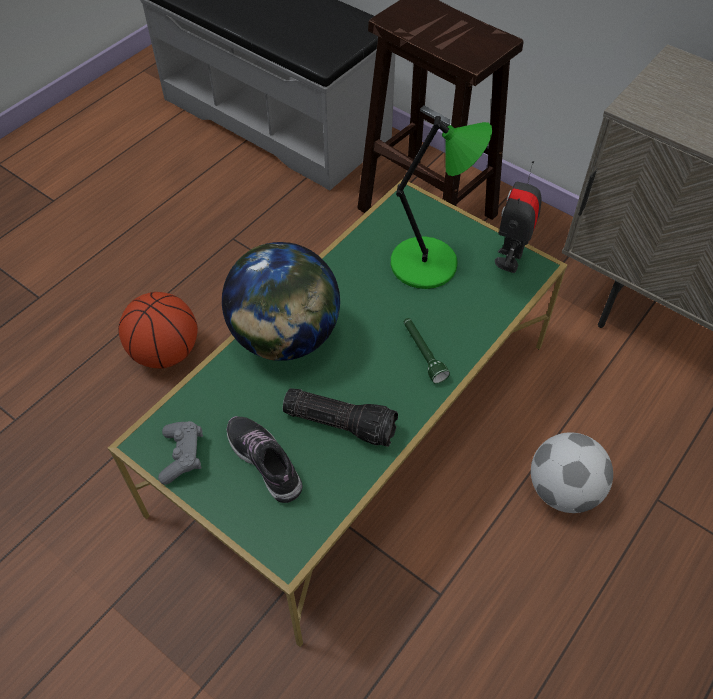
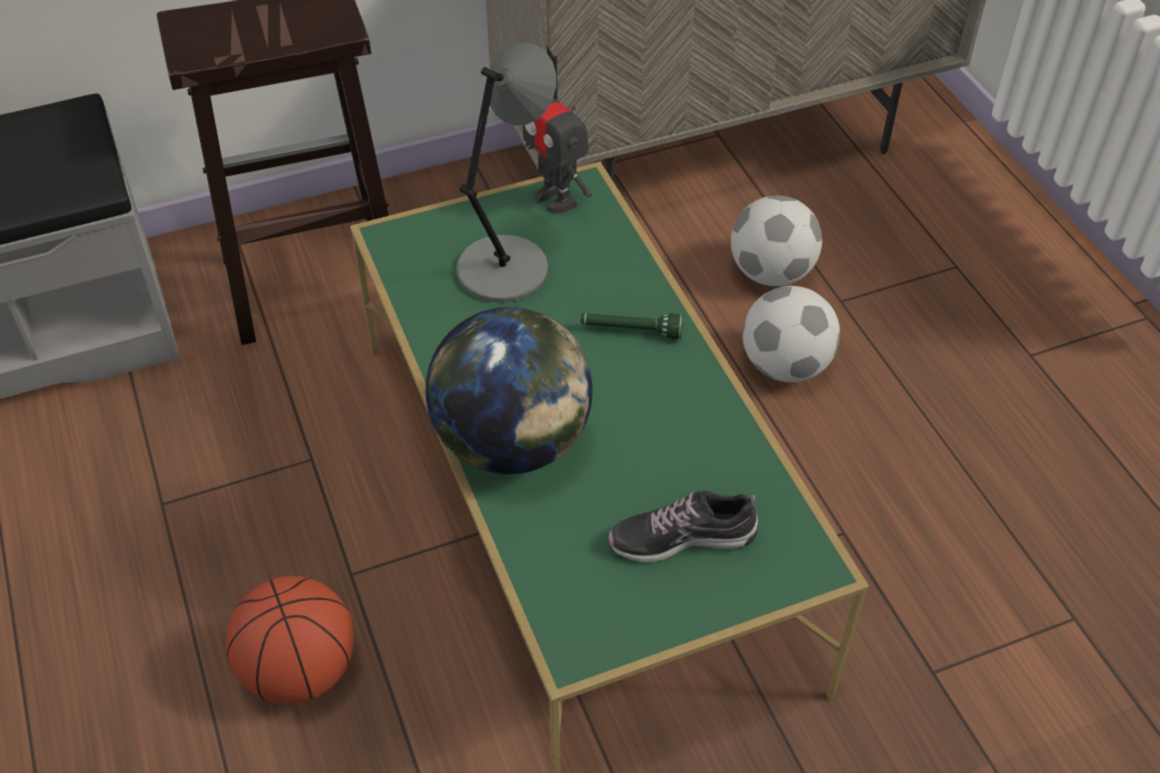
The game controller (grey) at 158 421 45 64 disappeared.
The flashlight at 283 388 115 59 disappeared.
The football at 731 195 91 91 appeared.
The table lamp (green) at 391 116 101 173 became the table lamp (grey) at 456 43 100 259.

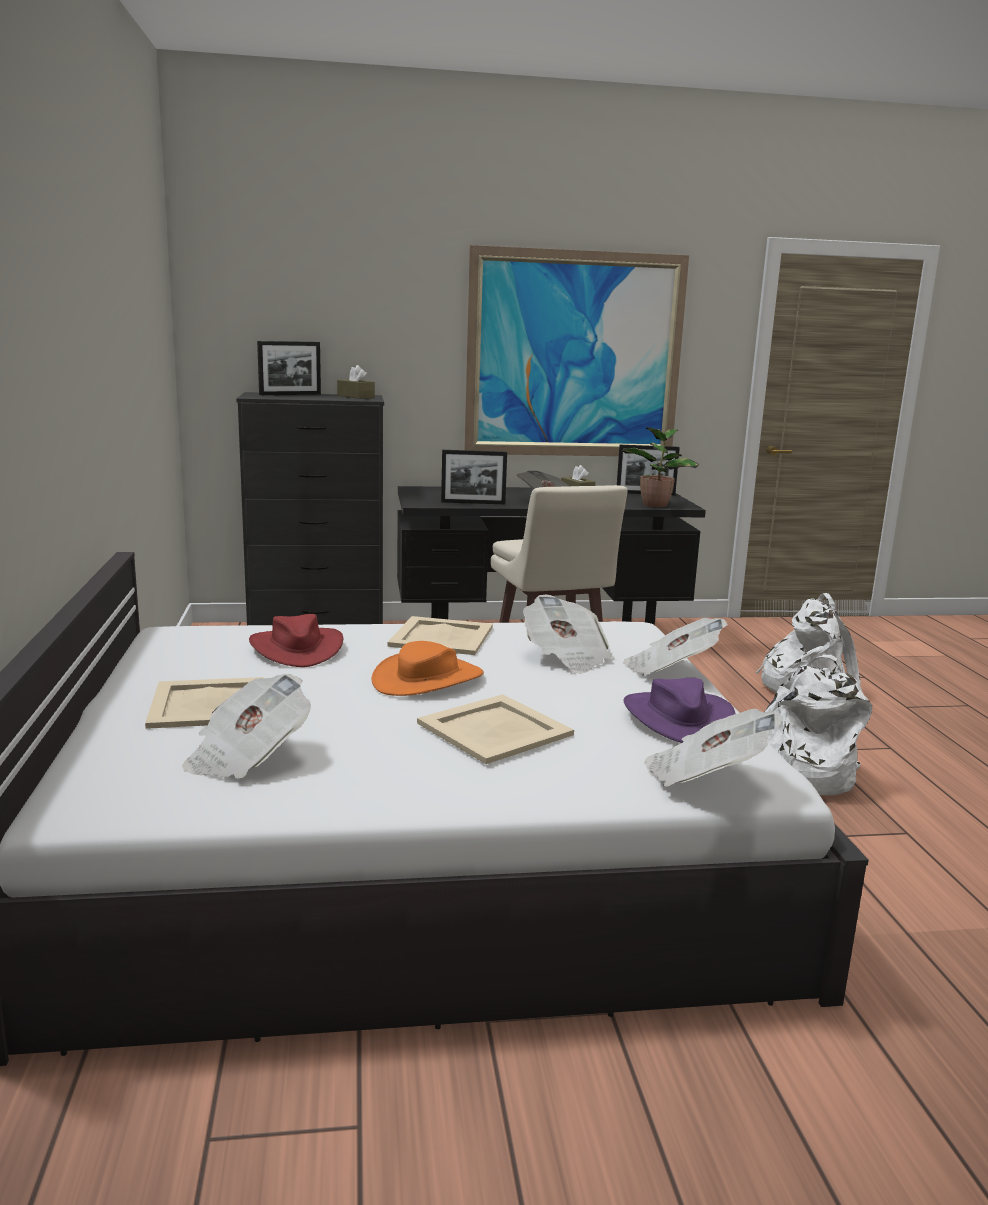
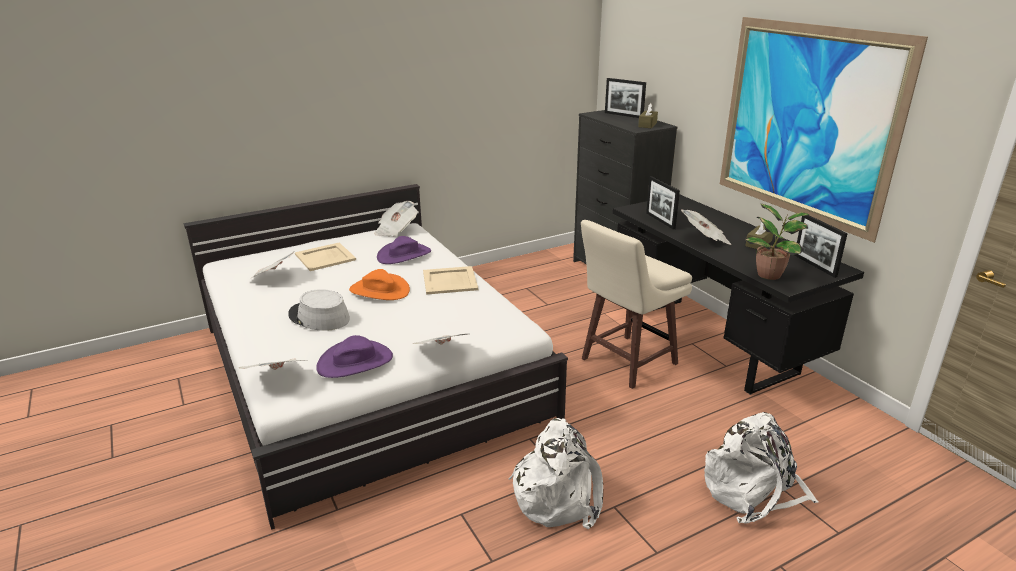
The newspaper moved from 523 595 89 79 to 374 201 43 35.
The tray (beige) at 417 694 157 70 was replaced by the hat (grey) at 288 289 62 42.
The hat (red) at 249 614 94 53 became the hat (purple) at 377 236 54 28.

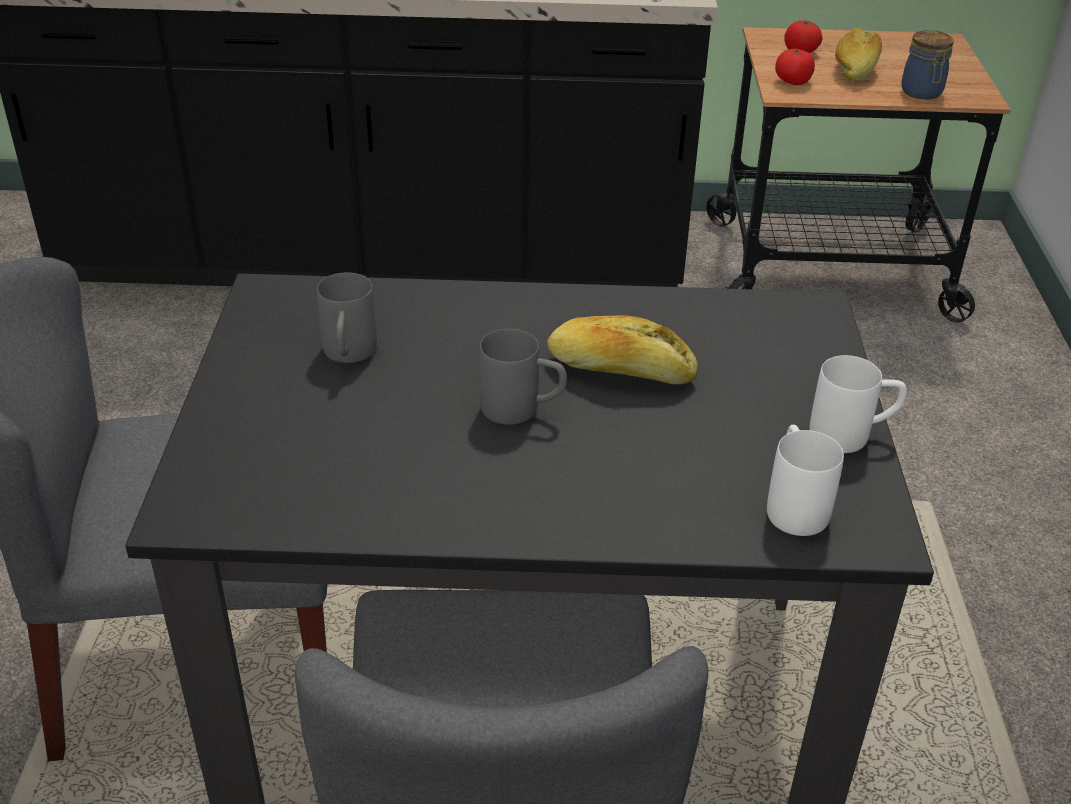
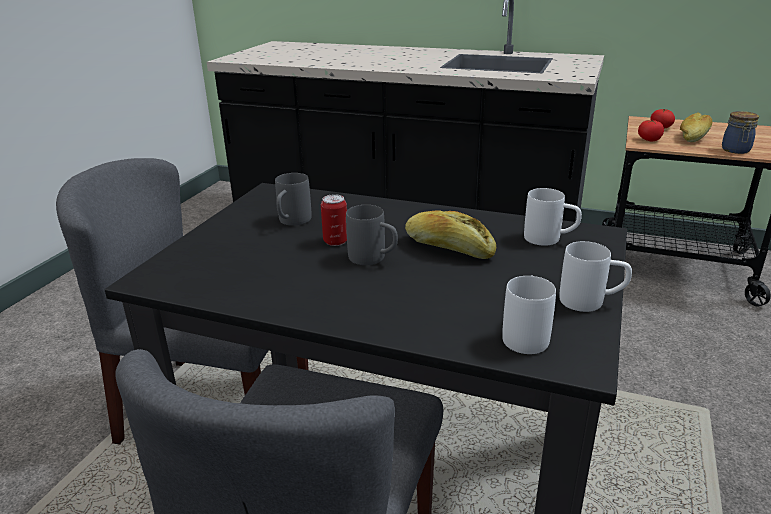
The can at 321 194 26 52 appeared.
The mug (white) at 524 188 58 58 appeared.

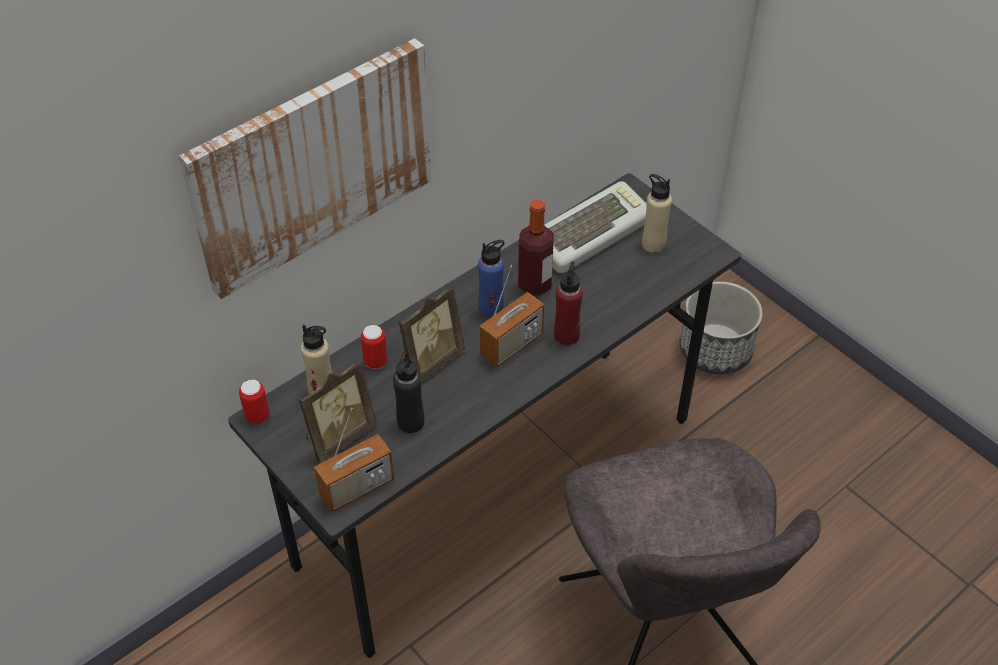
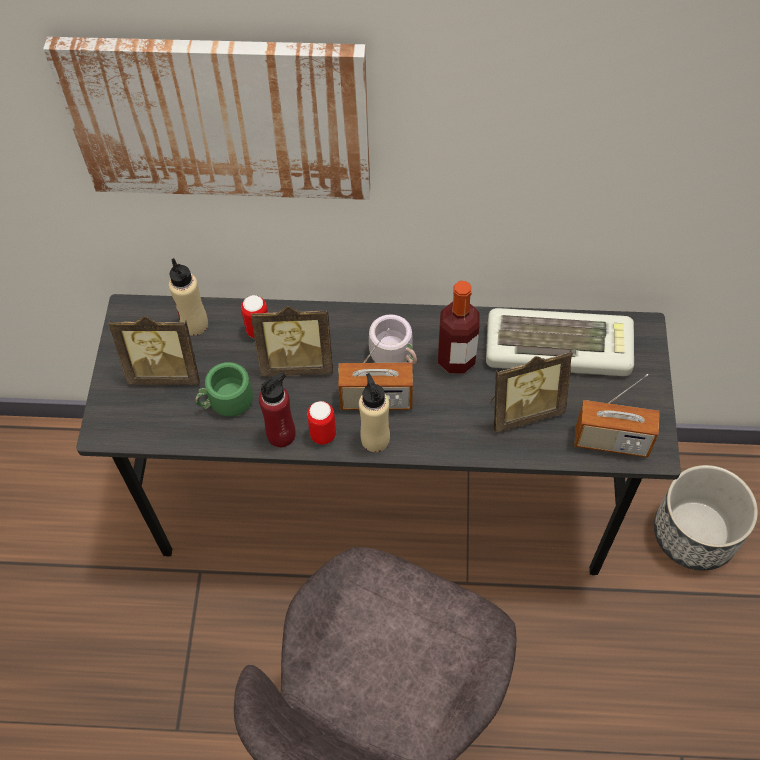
The picture frame at 491 350 82 83 appeared.
The can moved from 239 379 31 45 to 307 401 29 44.
The radio moved from 314 408 80 104 to 574 374 86 83.
The bottle (red) moved from 554 261 29 85 to 259 373 36 74.
The bottle (beige) moved from 642 174 30 79 to 359 373 31 79.
The bottle (black) at 393 352 31 81 was replaced by the mug (green) at 195 362 58 55.
The bottle (blue) at 478 240 27 78 was replaced by the mug (grey) at 369 314 48 50.

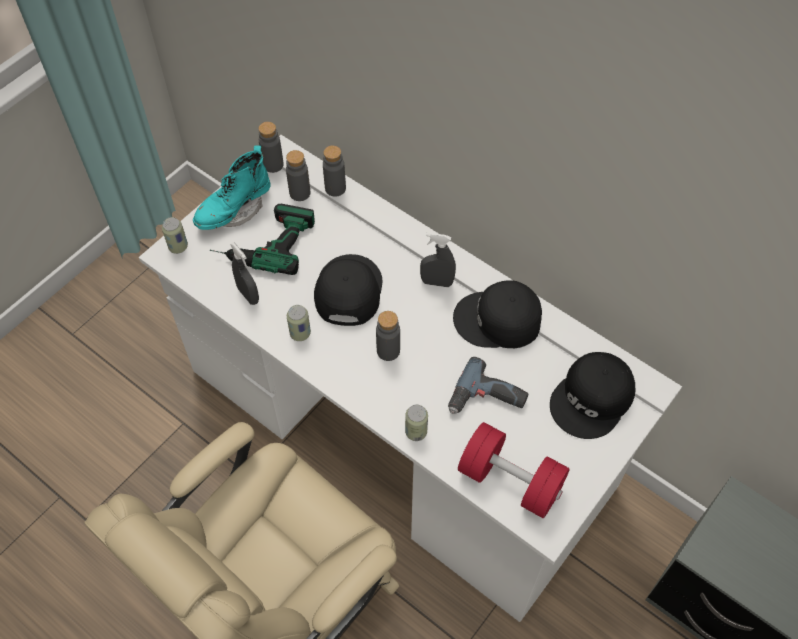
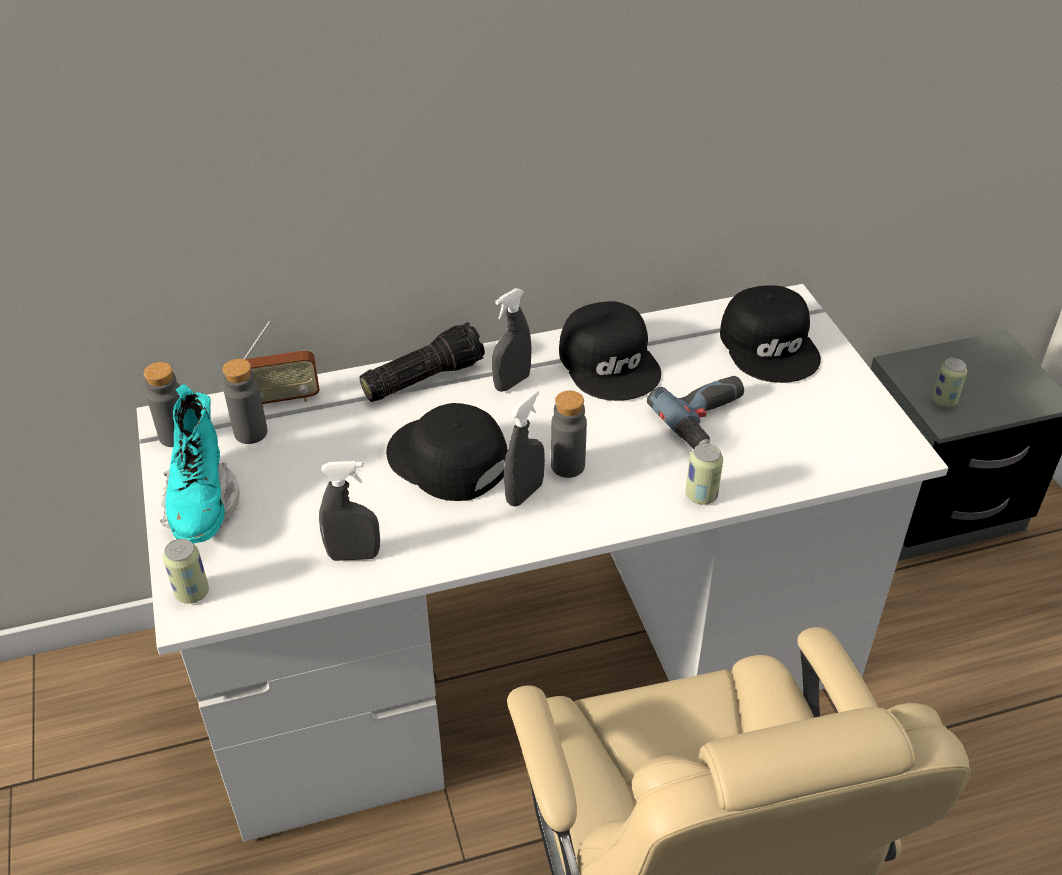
The power drill at 210 204 105 71 disappeared.
The dumbbell (red) at 458 422 112 96 disappeared.
The flashlight at 359 323 126 79 appeared.
The spray bottle (grey) at 504 390 41 117 appeared.
The can moved from 287 305 24 36 to 932 358 35 49.
The bottle (grey) at 323 145 23 52 was replaced by the radio at 244 321 76 83.
The cap (black) at 453 280 89 68 turned 60 degrees counterclockwise.

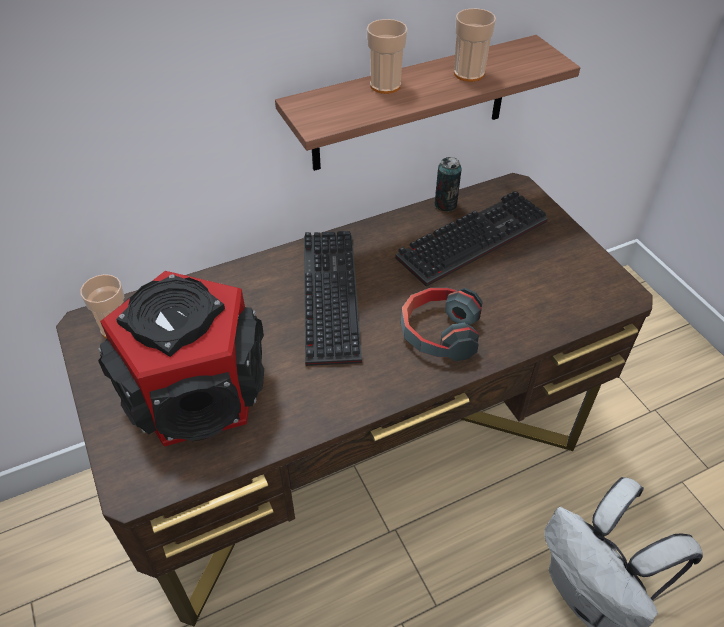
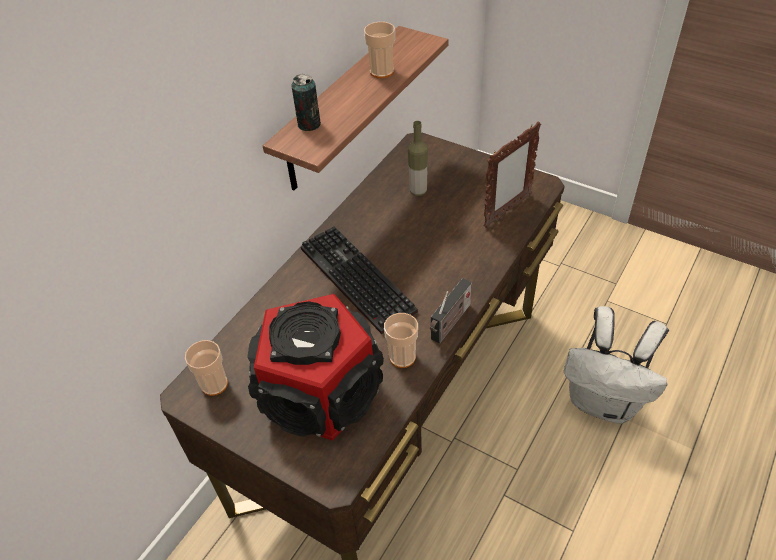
The headphones at 401 288 82 73 disappeared.
The radio at 430 278 42 65 appeared.
The picture frame at 484 121 57 107 appeared.
The cup moved from 367 19 41 75 to 384 313 34 55.
The can moved from 434 157 28 55 to 291 74 30 57.
The keyboard at 395 191 153 96 was replaced by the bottle at 408 121 20 75.

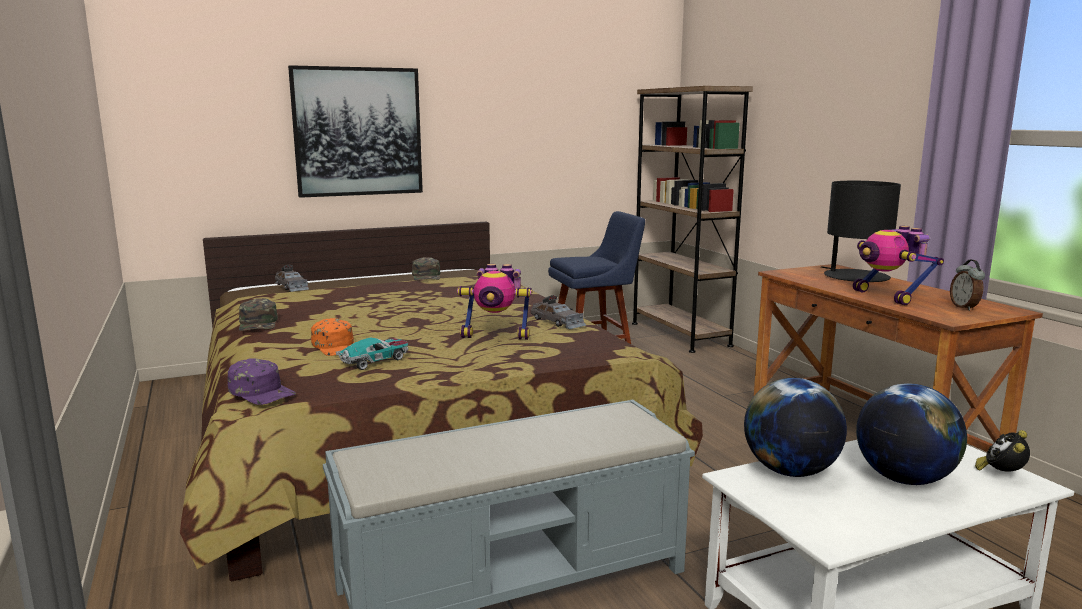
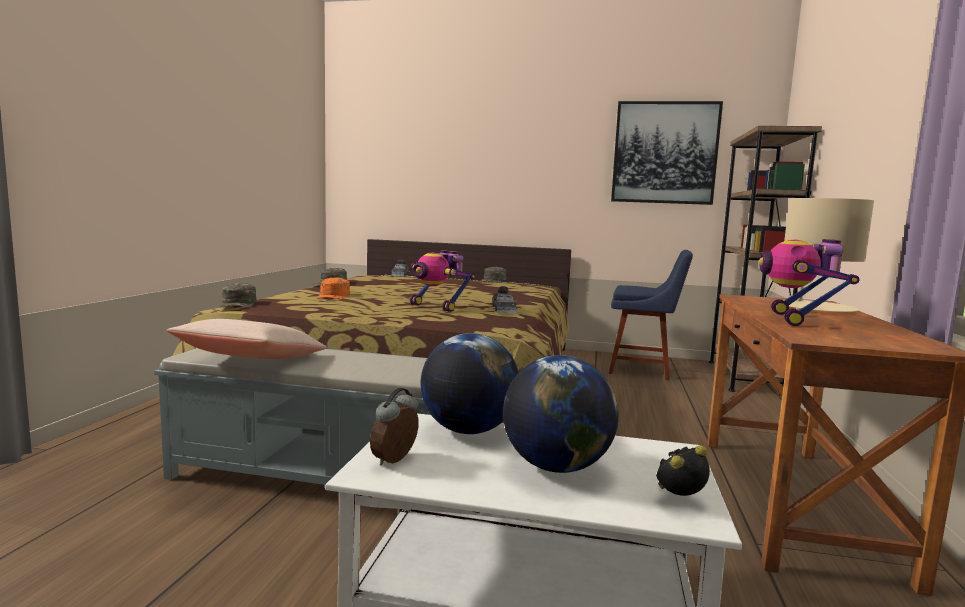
The toy car at 336 337 72 33 disappeared.
The pillow (beige) at 166 319 161 40 appeared.
The picture moved from 288 65 135 133 to 611 101 112 104.
The alarm clock moved from 950 260 35 51 to 370 388 49 78.
The cap (purple) at 228 358 68 47 became the cap (green) at 220 283 37 24.
The table lamp (black) at 821 181 80 101 became the table lamp (beige) at 784 198 90 115.

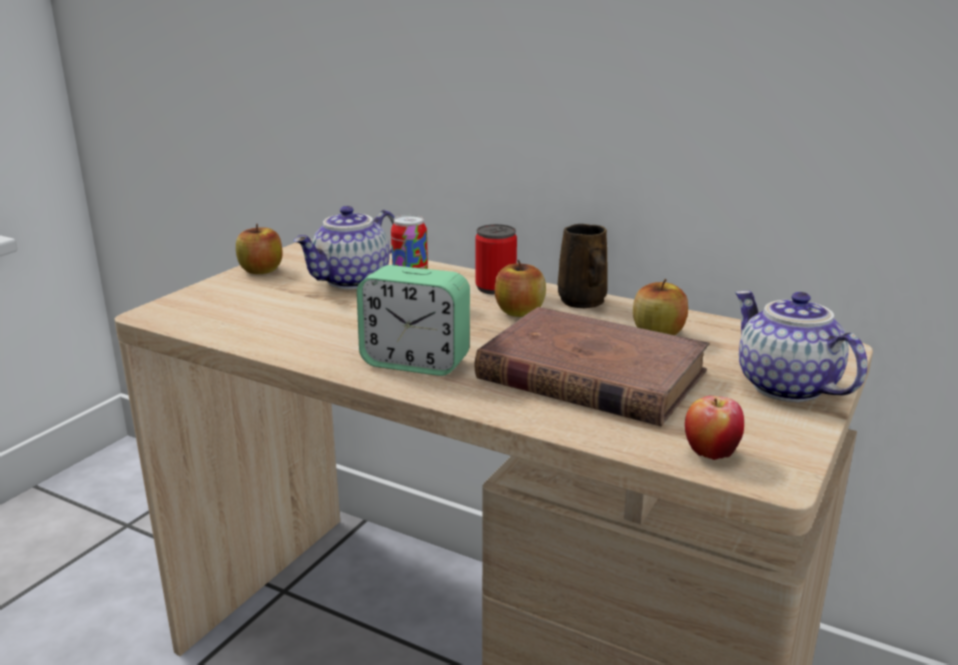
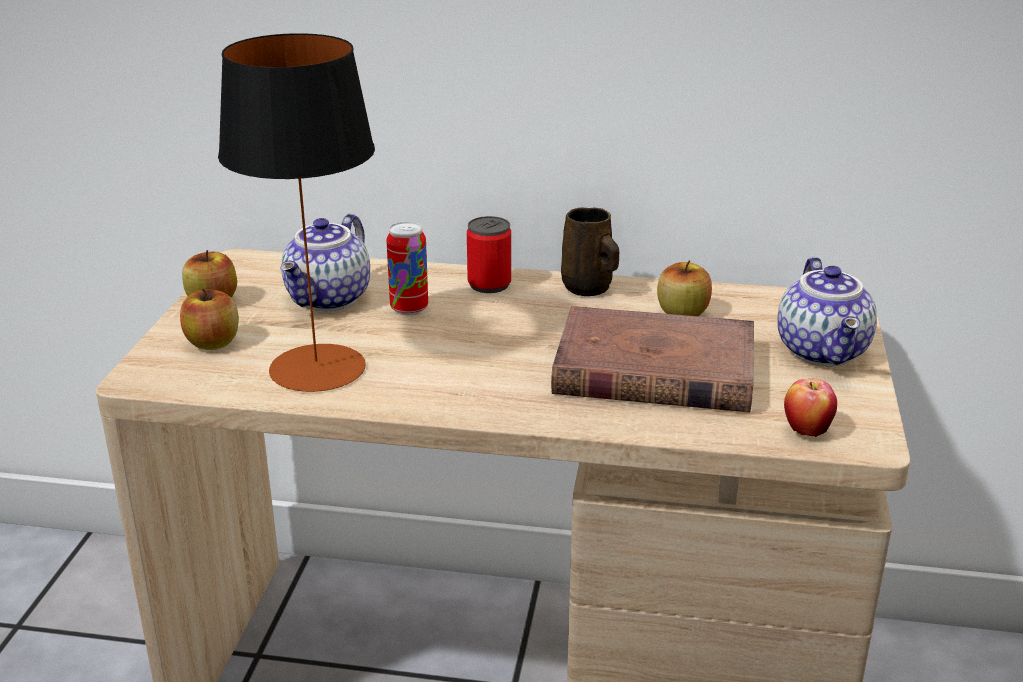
The alarm clock at 357 265 113 111 disappeared.
The table lamp at 218 33 157 359 appeared.
The apple moved from 495 259 51 58 to 180 288 59 62.
The teapot at 735 291 132 111 turned 135 degrees counterclockwise.

